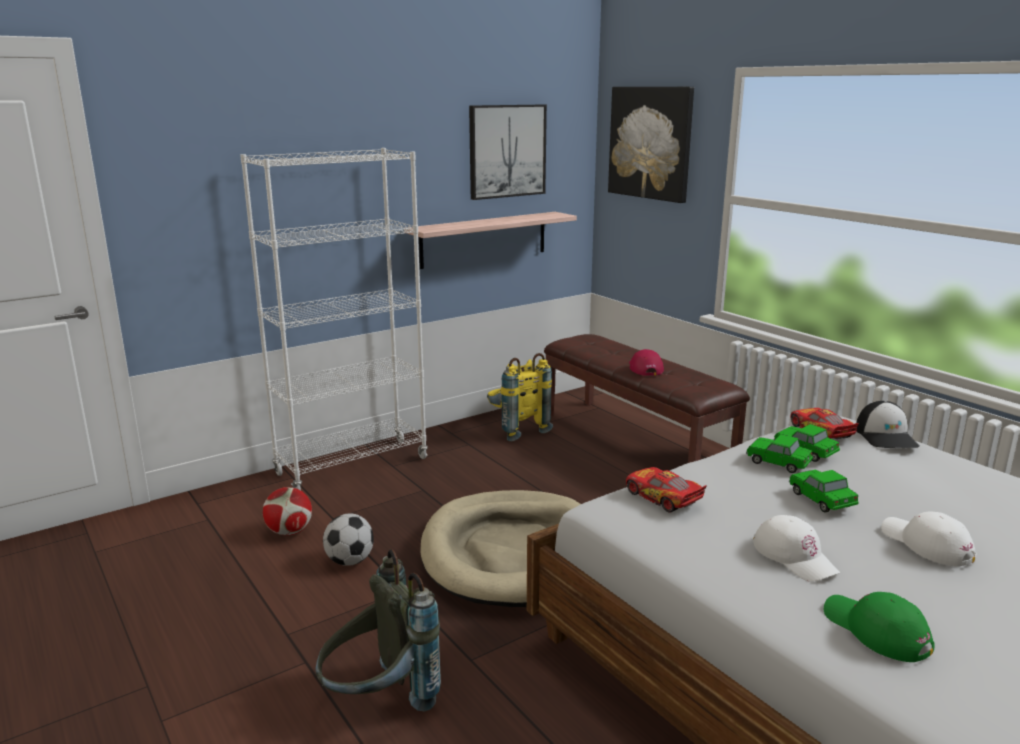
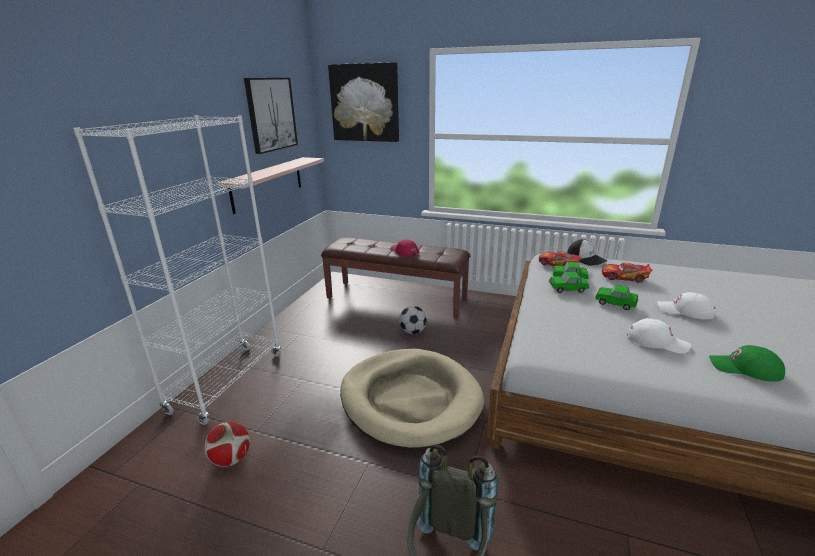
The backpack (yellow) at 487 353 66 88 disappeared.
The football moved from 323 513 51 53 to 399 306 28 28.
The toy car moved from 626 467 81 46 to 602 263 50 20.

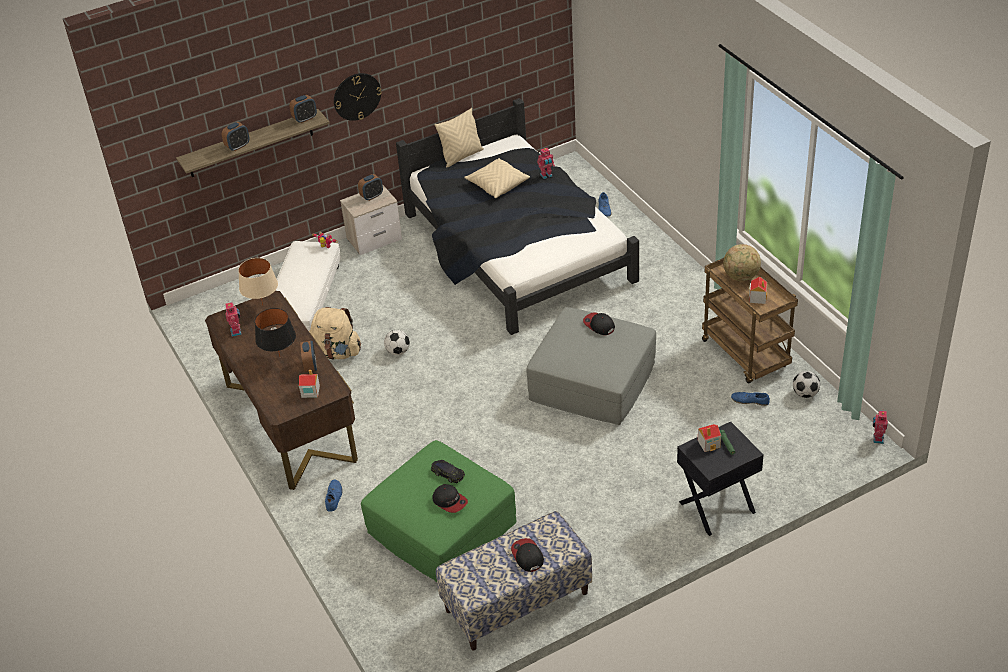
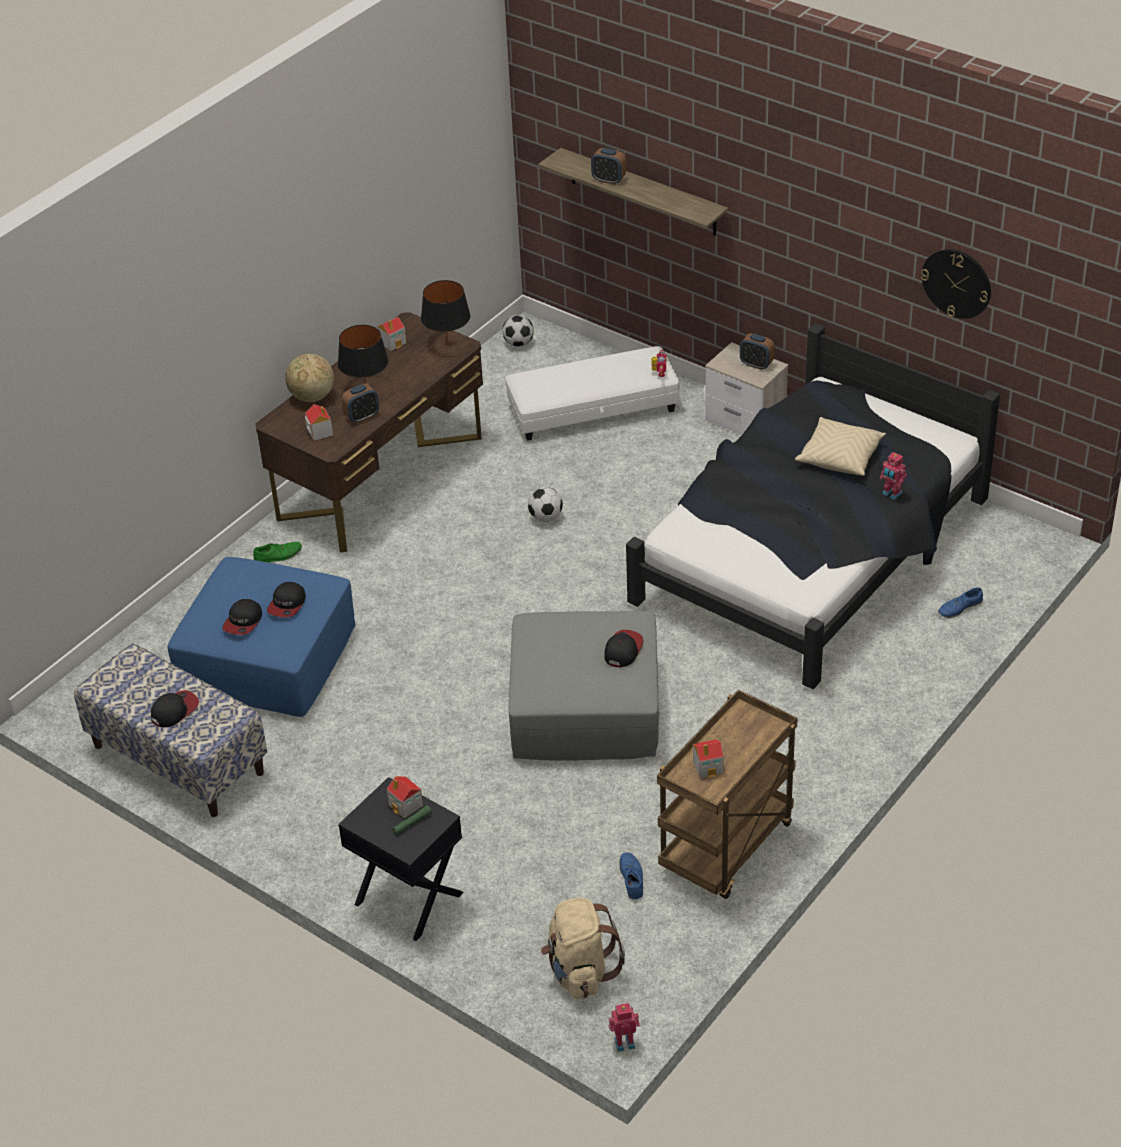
The alarm clock at 289 95 28 28 disappeared.
The pillow (beige) at 435 108 49 59 disappeared.
The backpack (beige) moved from 309 307 52 53 to 541 898 84 101.
The wall clock moved from 334 73 48 48 to 921 249 70 70.
The globe moved from 723 244 38 37 to 285 354 49 48.
The football moved from 793 371 27 27 to 502 315 32 32.
The toy robot at 225 301 17 36 was replaced by the toy house at 377 317 29 34.
The toy car (black) at 431 460 34 23 was replaced by the cap at 267 582 39 35.
The table lamp (beige) at 238 258 40 47 became the table lamp (black) at 421 280 50 62.
The shoe (blue) at 325 480 18 32 became the shoe (green) at 253 542 49 20.
The ottoman (green) at 361 440 156 142 became the ottoman (blue) at 168 557 187 160.

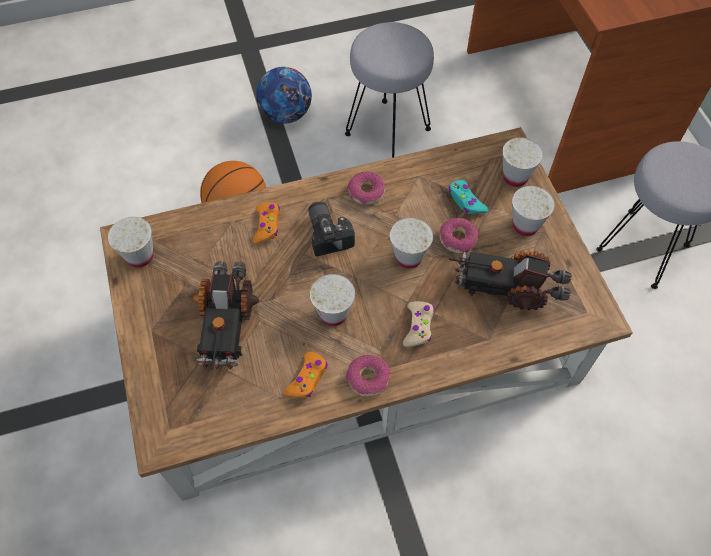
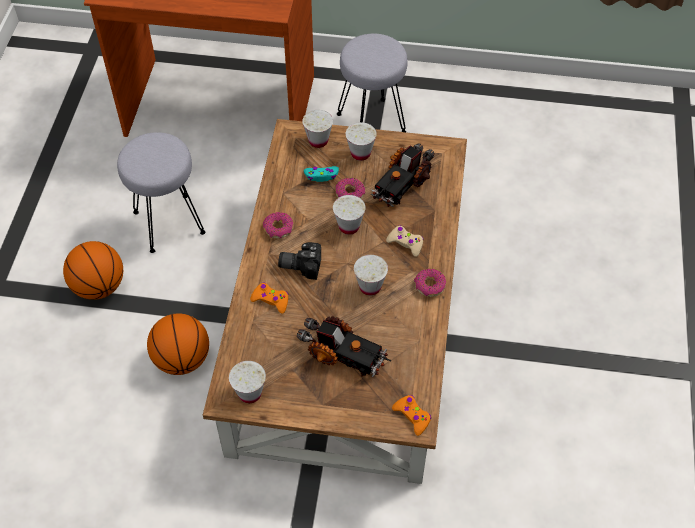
The game controller (orange) moved from 284 352 44 46 to 392 395 39 41.
The football at 256 67 56 57 was replaced by the basketball at 63 241 60 59.

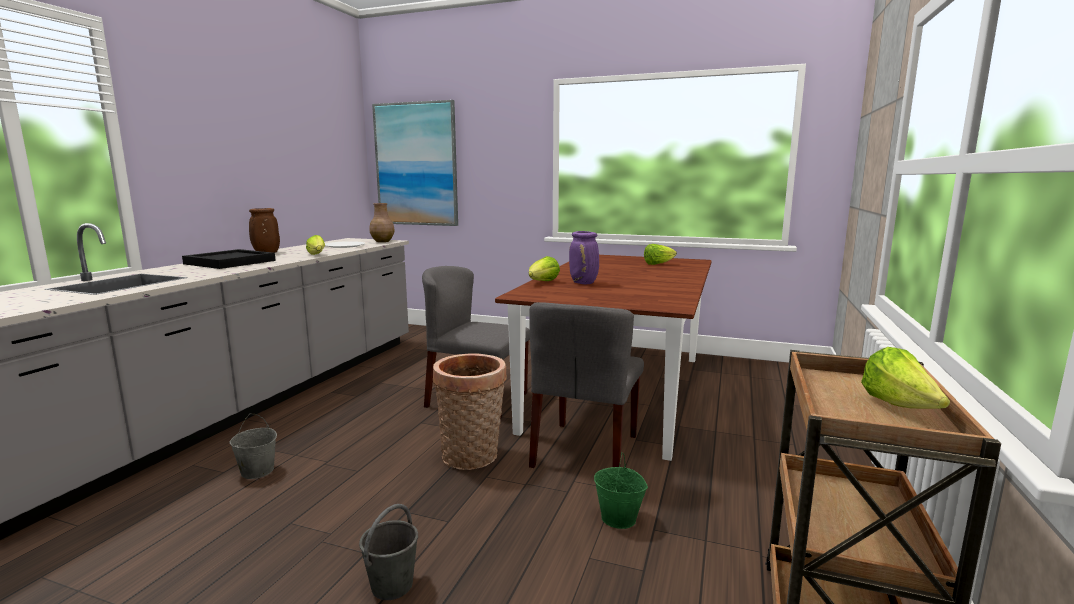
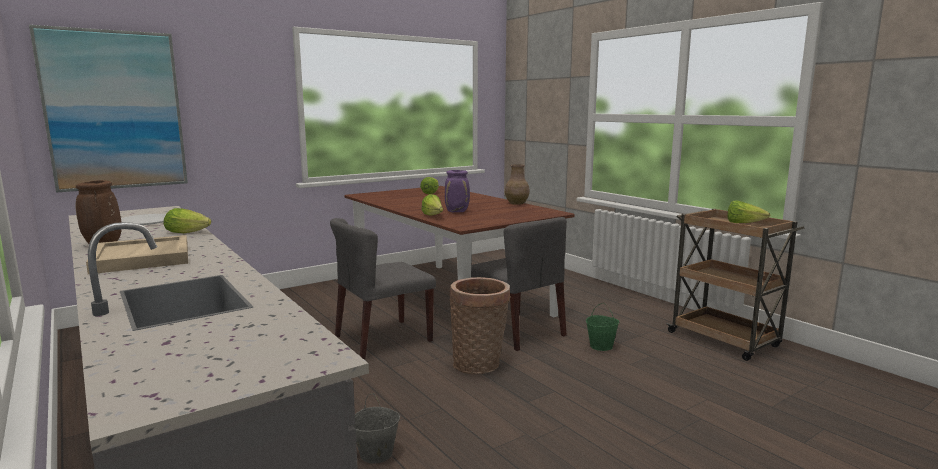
The bucket (grey) at 359 504 59 96 disappeared.
The vase (brown) moved from 369 203 26 39 to 505 164 25 41.
The tray (black) at 182 249 94 20 became the tray (beige) at 86 235 102 39.

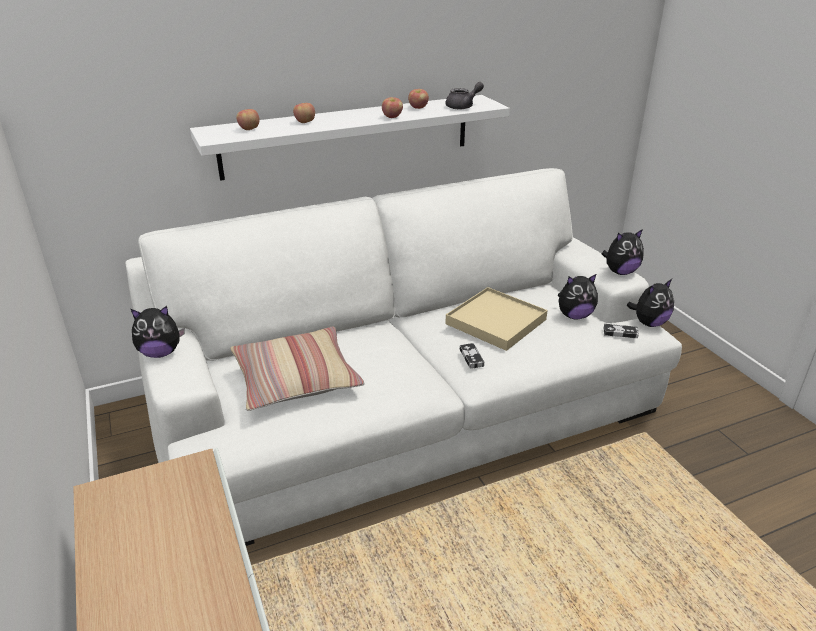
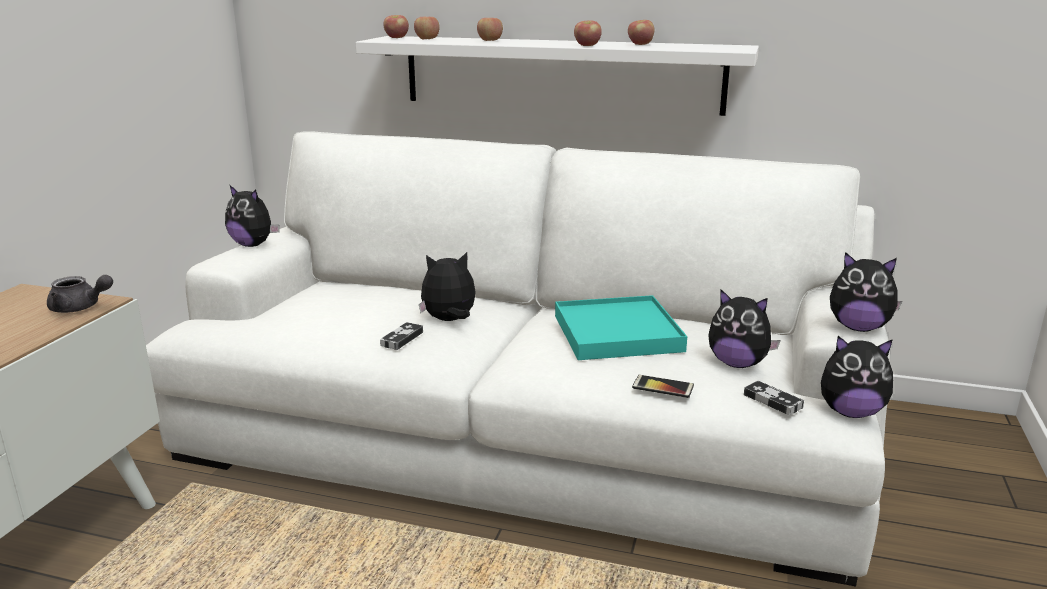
The pillow at 231 326 133 85 disappeared.
The apple at 383 15 26 23 appeared.
The plush toy at 419 252 57 69 appeared.
The phone at 632 375 62 23 appeared.
The teapot (grey) moved from 446 82 38 27 to 47 275 66 38.
The game controller moved from 460 343 24 25 to 380 322 43 28.
The tray (beige) at 445 287 103 64 became the tray (turquoise) at 555 295 132 65.

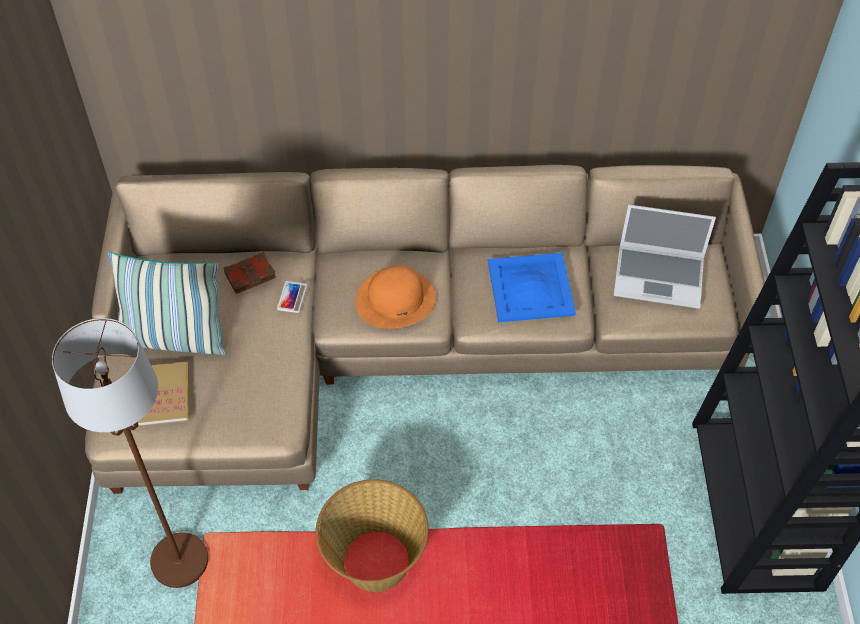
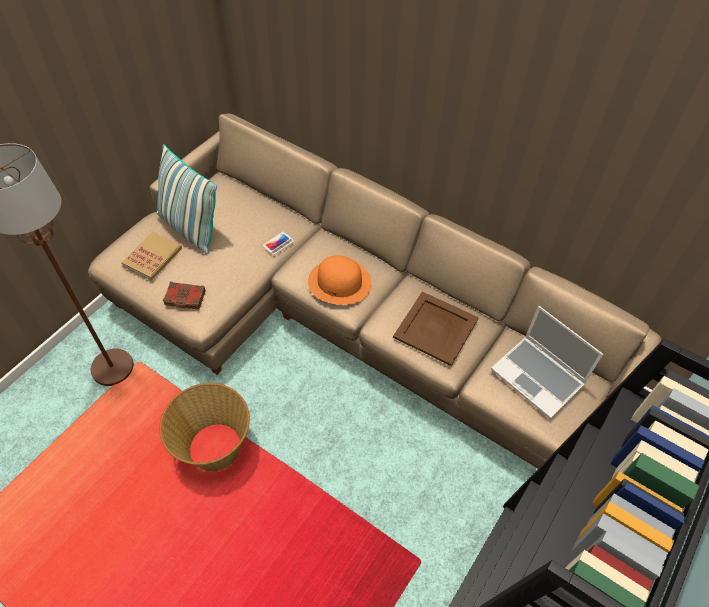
The book (brown) moved from 223 251 53 43 to 163 282 43 28.
The tray (blue) at 488 253 88 69 became the tray (brown) at 393 292 86 74.

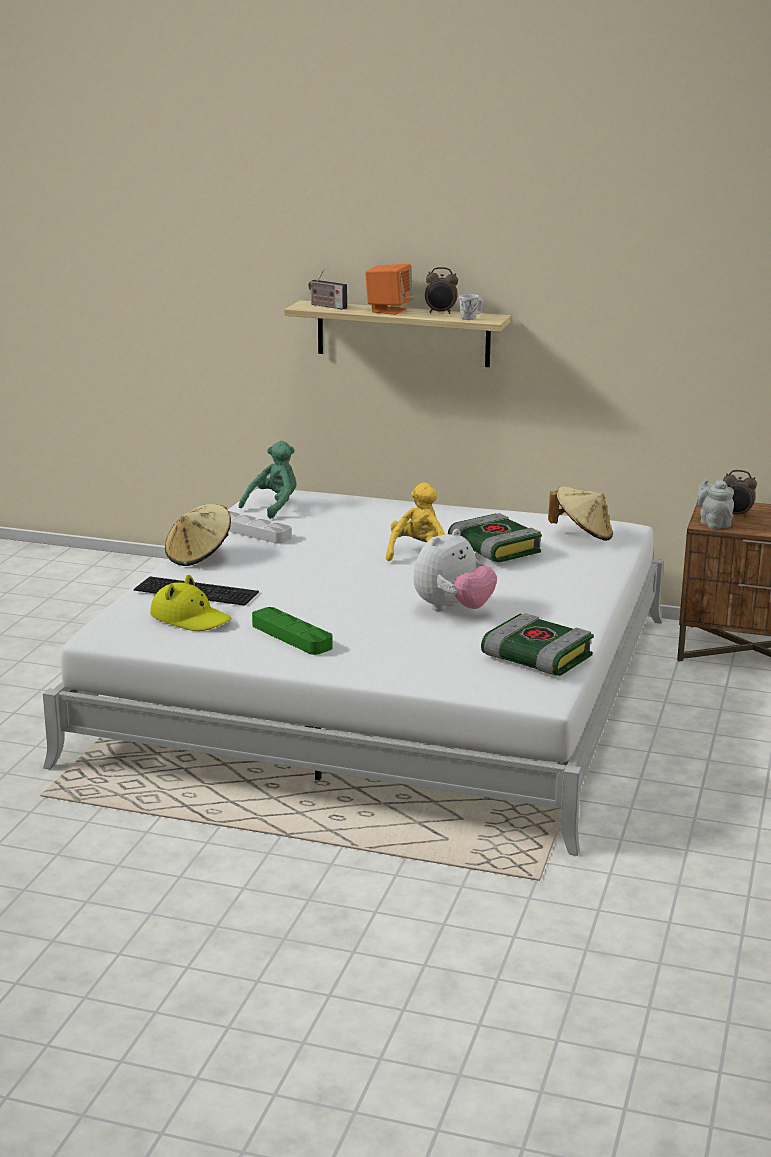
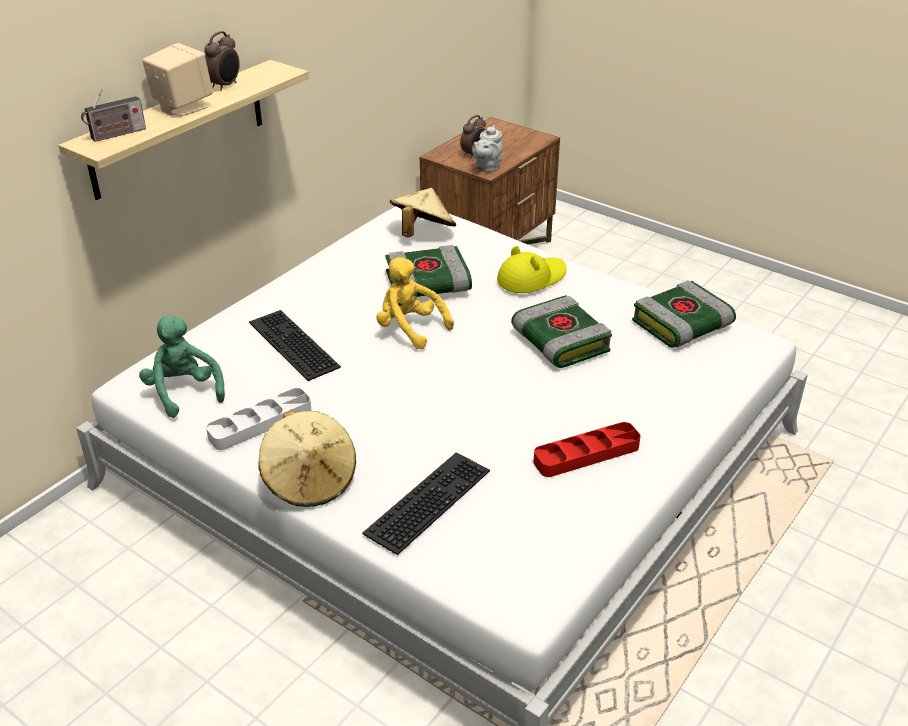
The mug (white) at 459 294 24 26 disappeared.
The keyboard at 249 310 92 71 appeared.
The hat (yellow) moved from 150 575 81 56 to 497 246 69 47.
The plush toy at 413 529 84 82 was replaced by the book at 511 295 101 73.
The tray (green) at 252 607 81 48 became the tray (red) at 533 422 108 55.
The speaker (orange) at 365 264 48 51 became the speaker (beige) at 142 43 71 74.
The teapot (grey) at 698 479 36 50 turned 60 degrees counterclockwise.

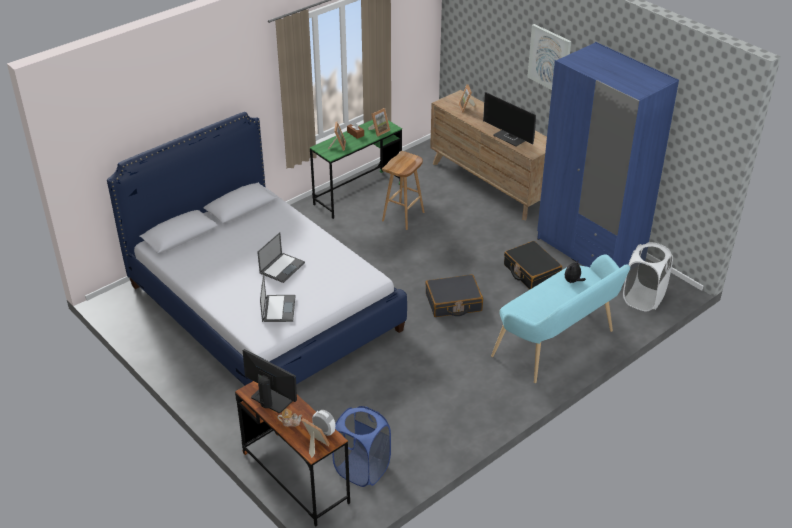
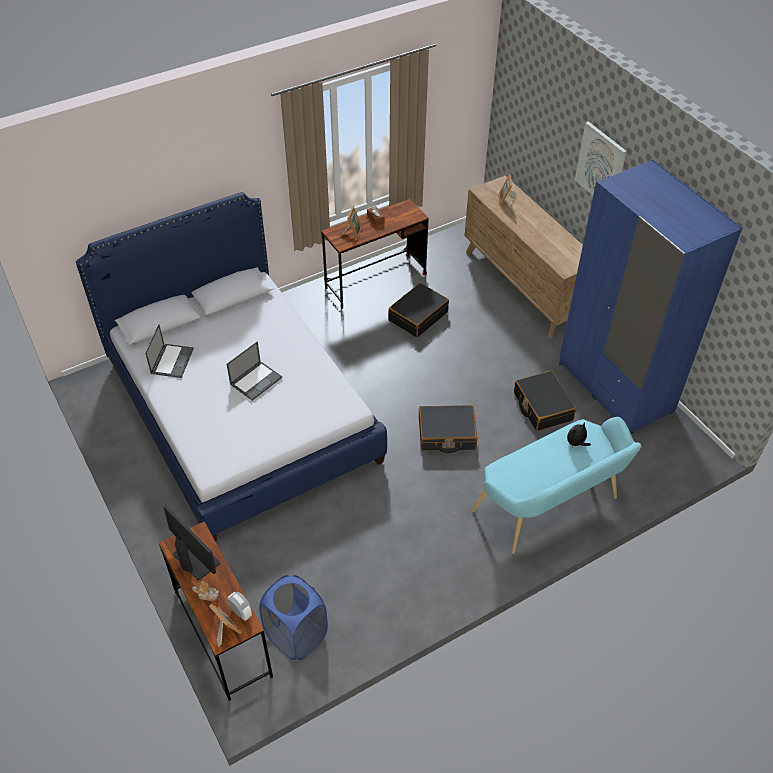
The picture frame at 368 108 22 29 disappeared.
The monitor at 483 92 53 54 disappeared.
The laundry basket (white) at 623 242 50 70 disappeared.
The laptop moved from 260 274 35 48 to 145 324 49 54.
The stool (brown) at 382 151 43 79 was replaced by the suitcase (black) at 388 283 61 54.
The desk (green) at 310 120 92 99 became the desk (brown) at 322 199 107 110.

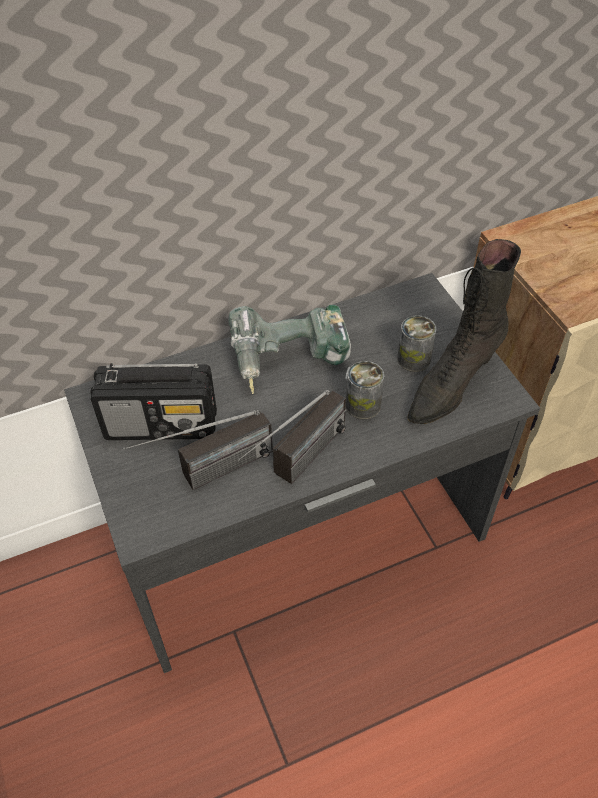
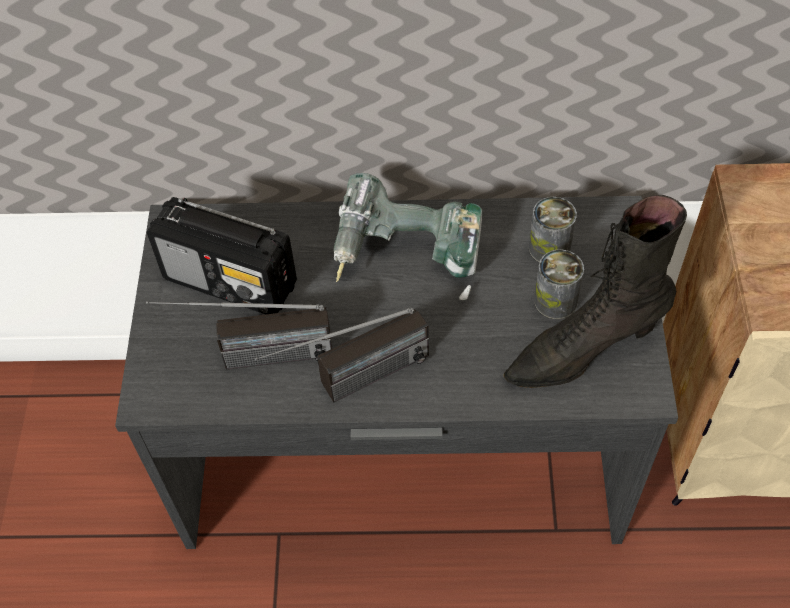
The can moved from 346 361 38 58 to 529 197 48 65.

